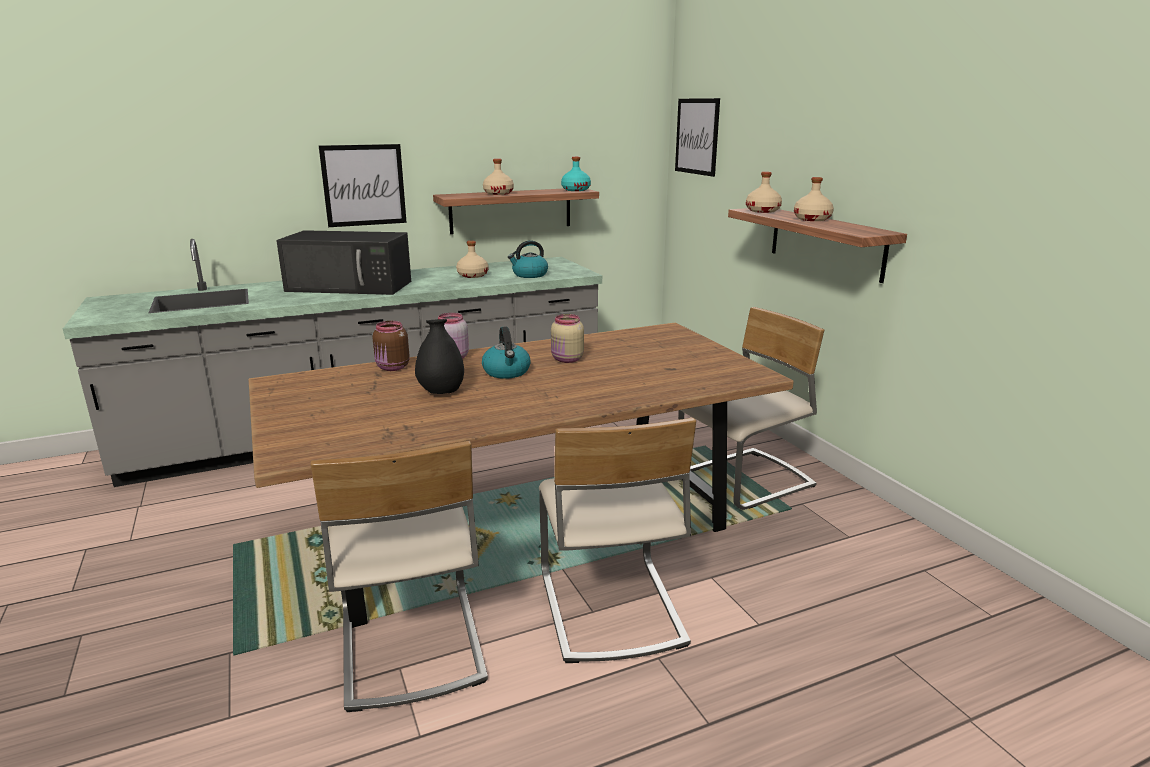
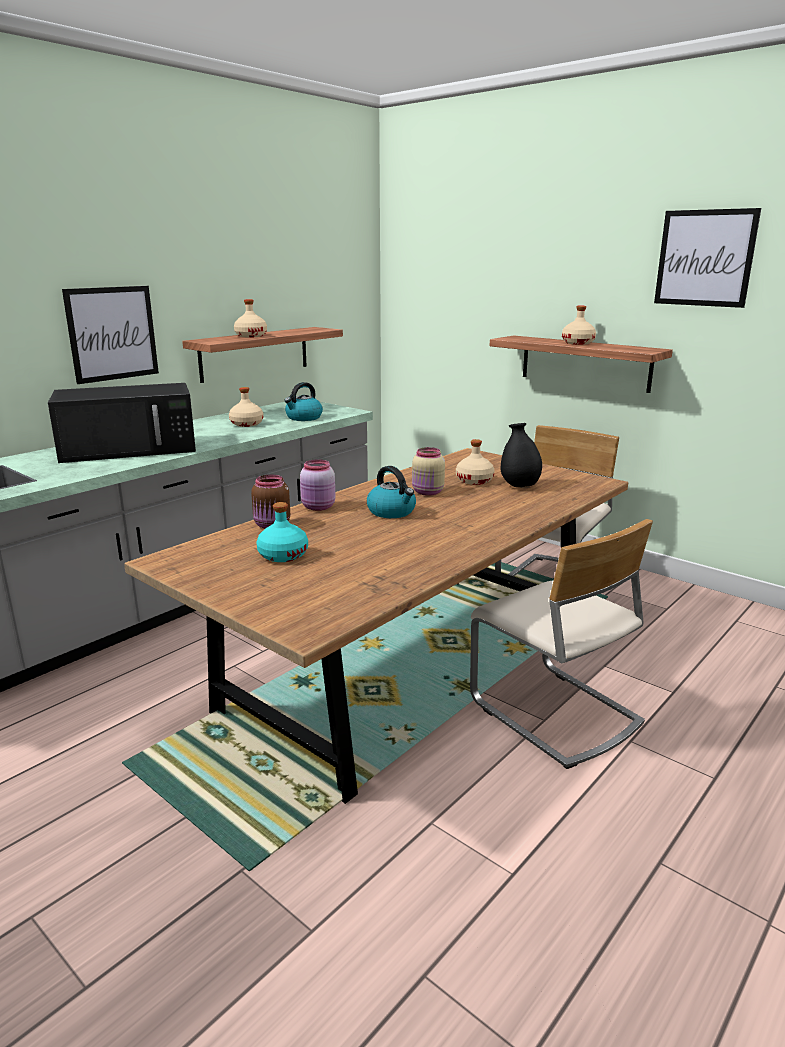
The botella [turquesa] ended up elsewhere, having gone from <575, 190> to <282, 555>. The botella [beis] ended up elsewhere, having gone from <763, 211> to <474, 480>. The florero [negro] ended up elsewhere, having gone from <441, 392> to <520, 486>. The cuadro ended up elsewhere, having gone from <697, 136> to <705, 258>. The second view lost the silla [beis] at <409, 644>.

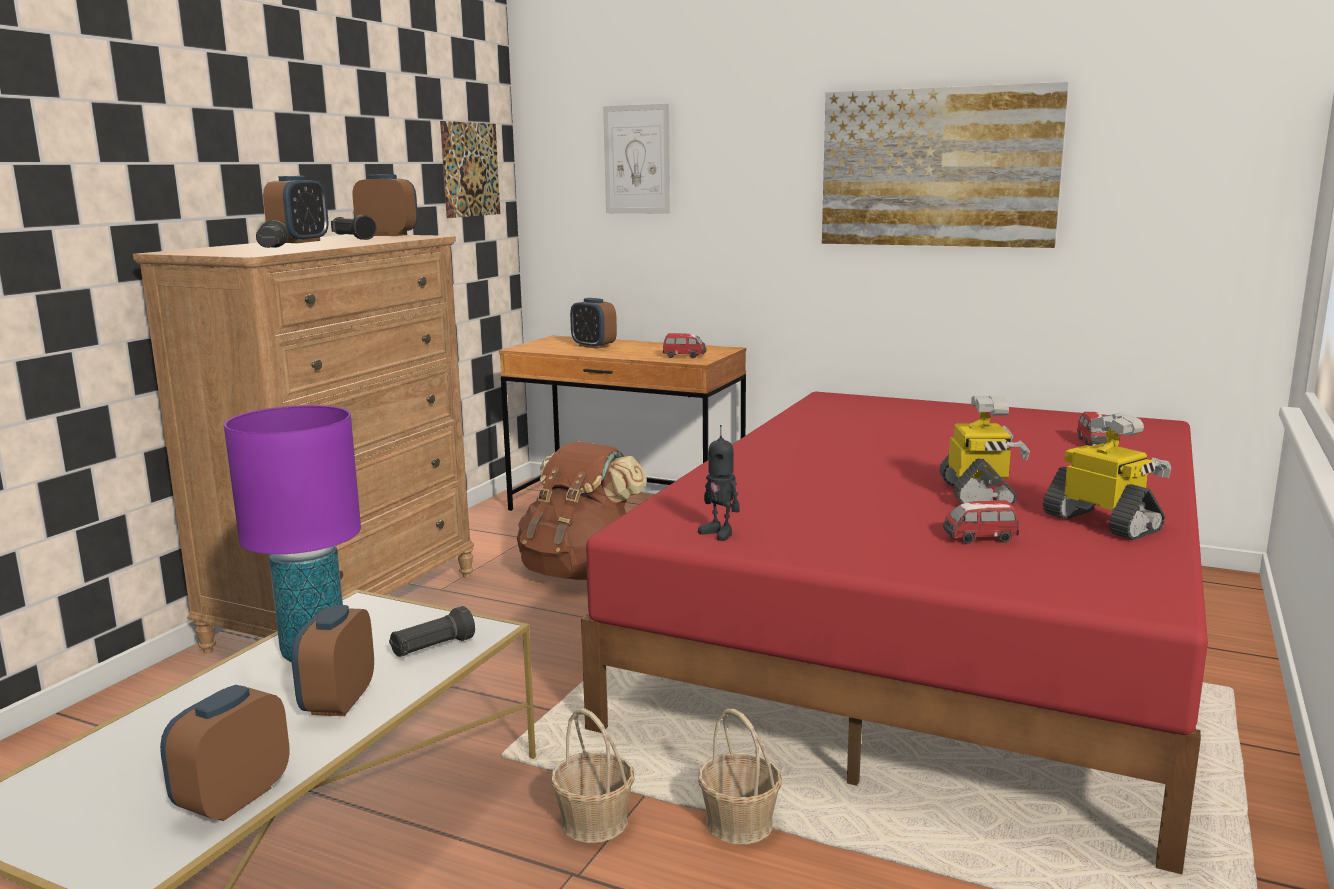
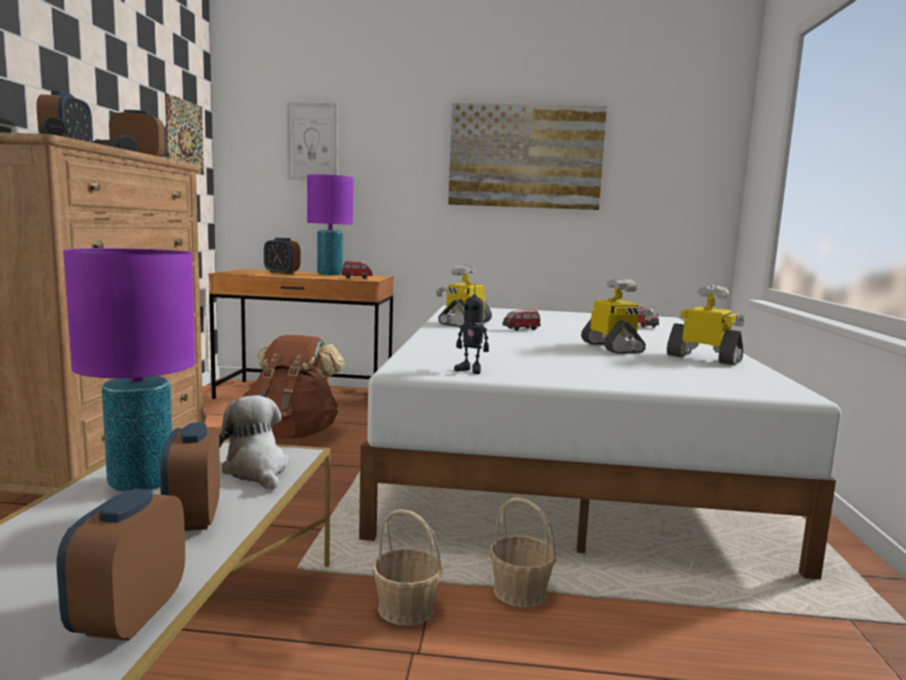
Where the linterna [negro] stood at <432, 648>, the peluche came to stand at <257, 470>. The second view gained the lámpara de mesa [morado] at <329, 274>. What was the cama [rojo] at <930, 635> turned into the cama [blanco] at <562, 455>. The second view gained the robot de juguete at <464, 323>. The coche de juguete ended up elsewhere, having gone from <979, 539> to <521, 329>.

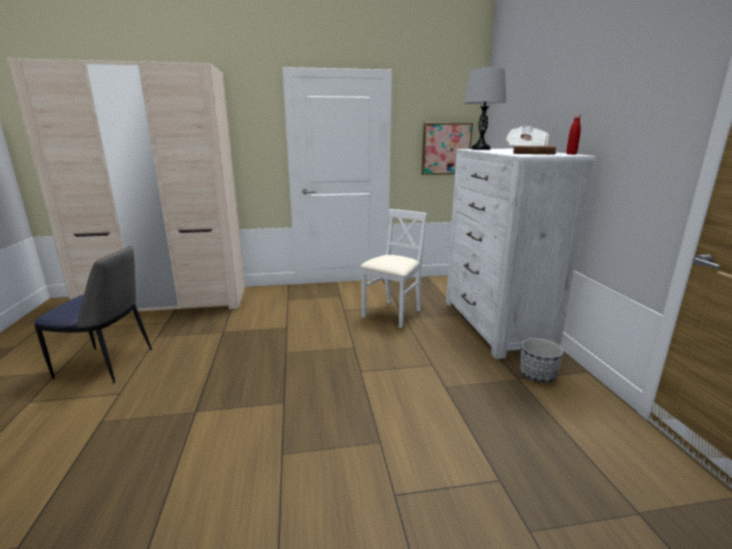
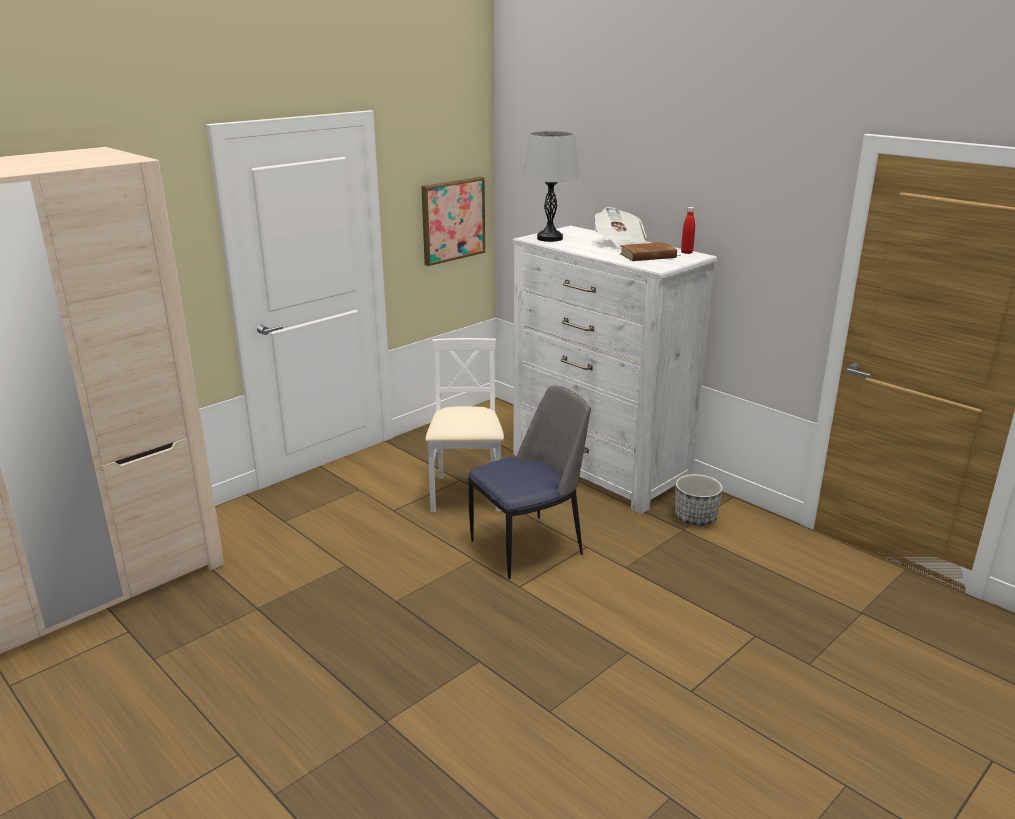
The silla ended up elsewhere, having gone from <107, 364> to <529, 546>.

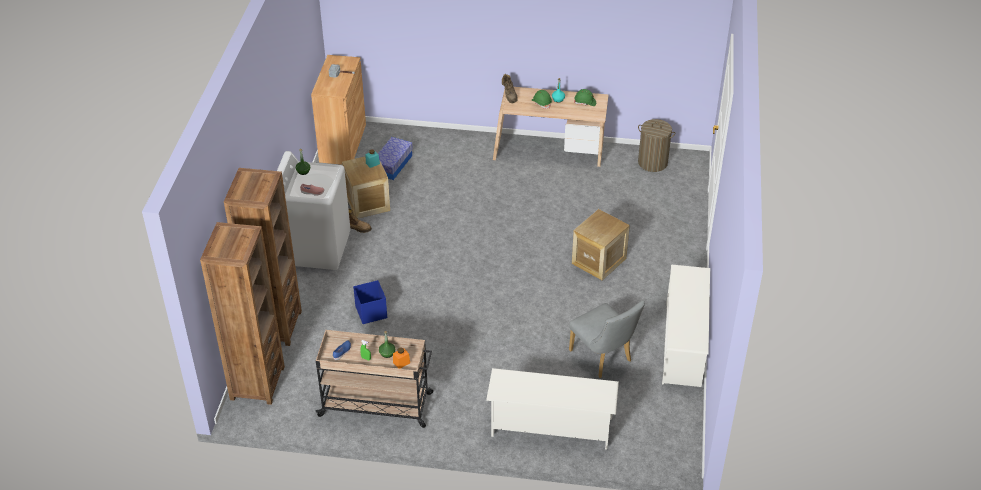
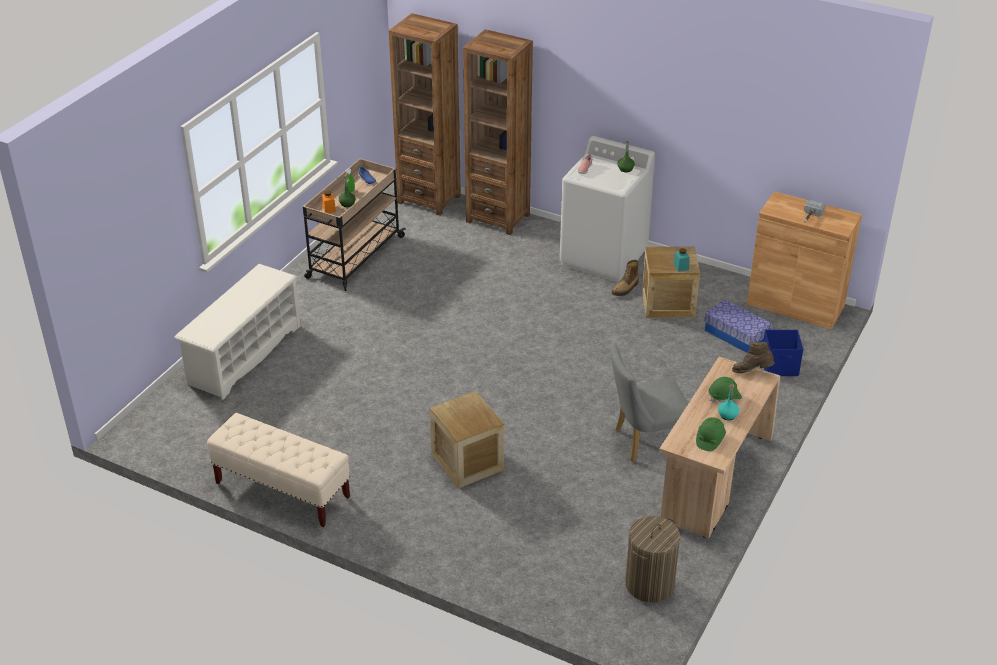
Where the zapatero [blanco] stood at <683, 344>, the banco [beis] came to stand at <282, 490>. The silla [gris] ended up elsewhere, having gone from <603, 358> to <645, 442>. The caja de almacenaje [azul] ended up elsewhere, having gone from <371, 312> to <780, 366>.

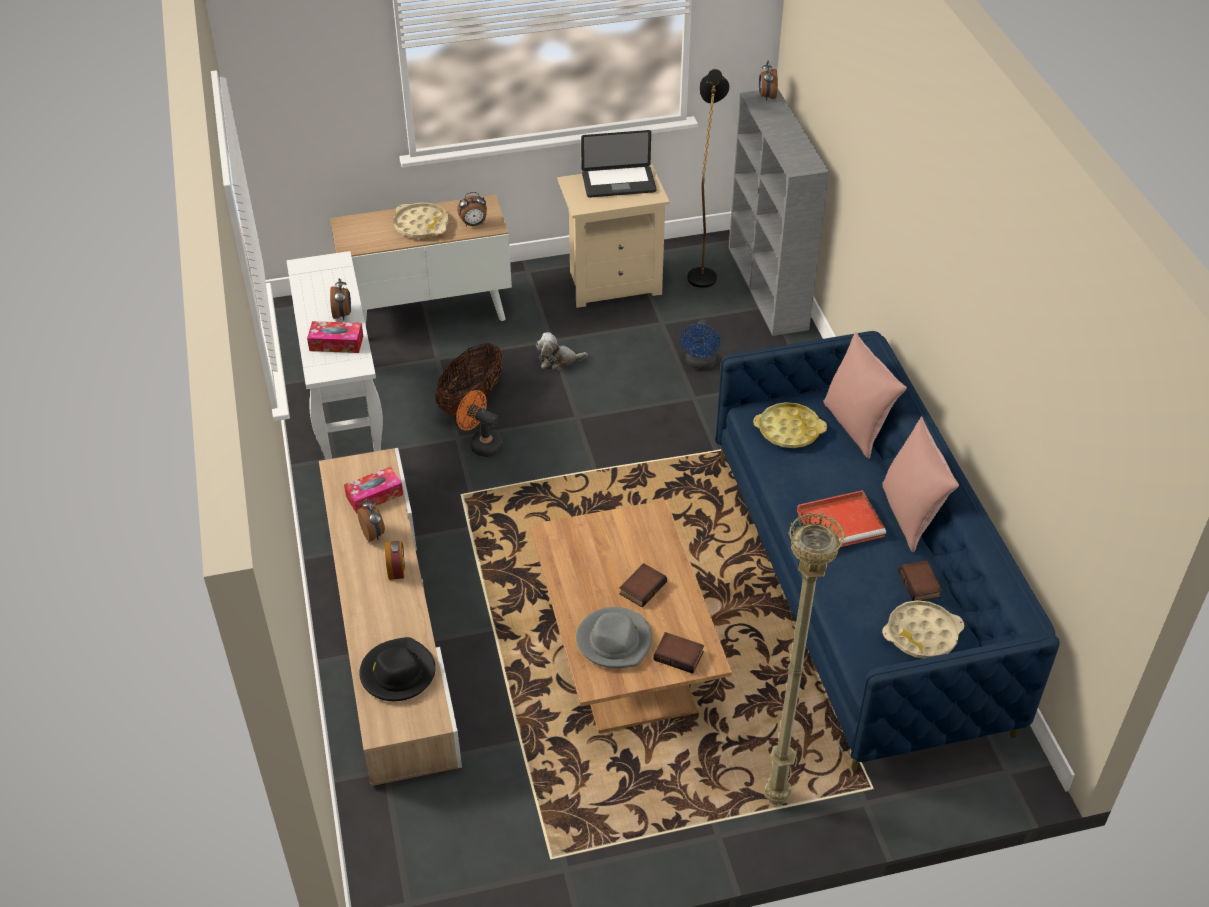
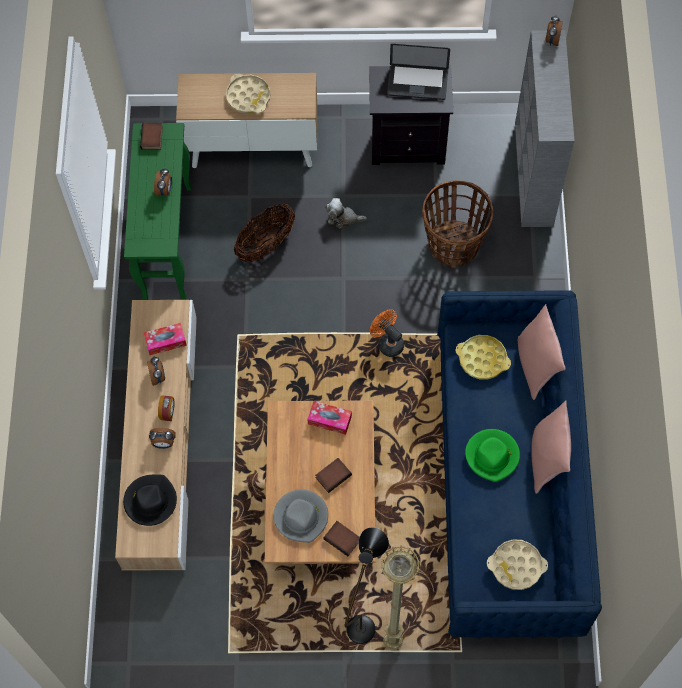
What was the mesa consola [blanco] at <345, 417> turned into the mesa consola [verde] at <167, 242>. The libro ended up elsewhere, having gone from <920, 585> to <152, 138>. The despertador ended up elsewhere, having gone from <473, 224> to <163, 443>. The caja de pañuelos ended up elsewhere, having gone from <336, 343> to <329, 420>. The lámpara de pie [negro] ended up elsewhere, having gone from <702, 271> to <364, 619>. What was the mesita de noche [beis] at <613, 282> turned into the mesita de noche [negro] at <408, 143>. The ventilador [naranja] ended up elsewhere, having gone from <481, 444> to <387, 342>. Where the ventilador [azul] stood at <700, 364>, the cesta came to stand at <454, 245>. Where the bandeja [rojo] stood at <841, 523>, the sombrero [verde] came to stand at <492, 455>.

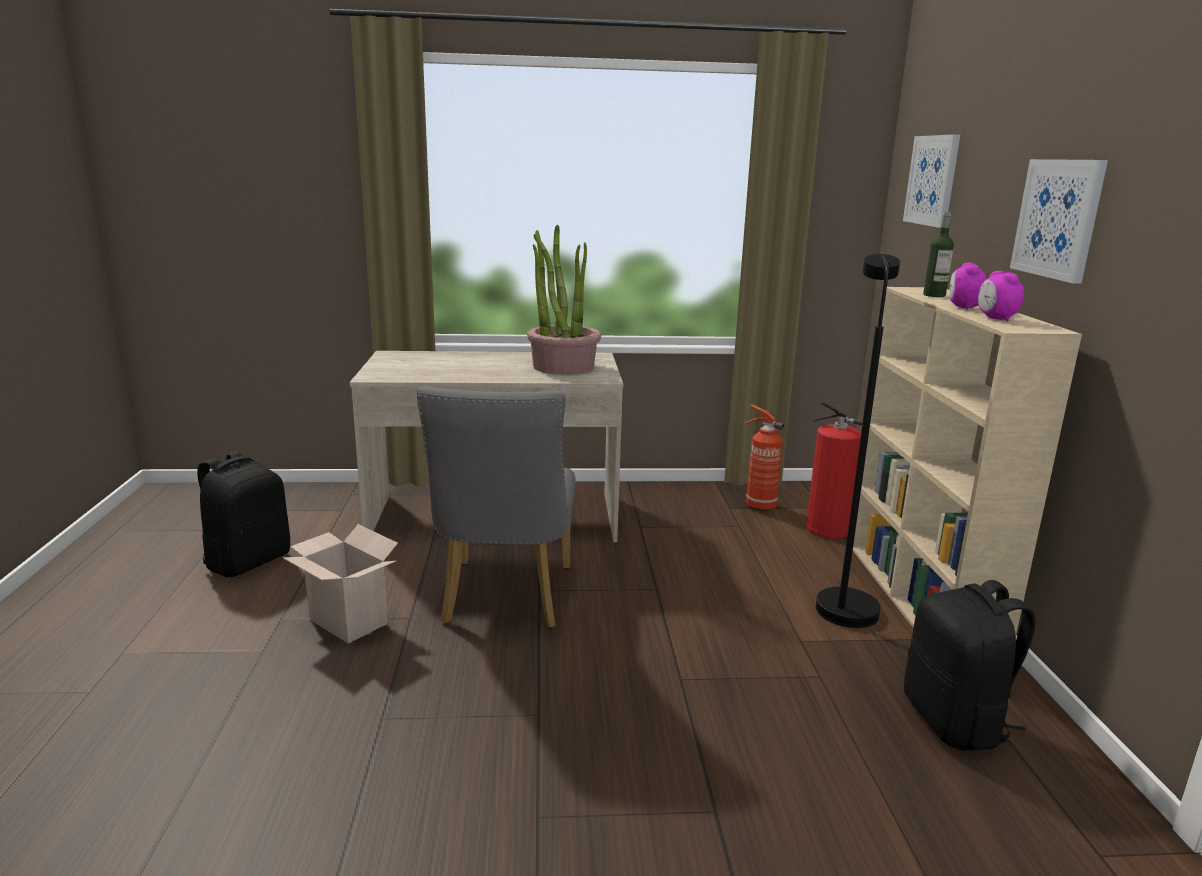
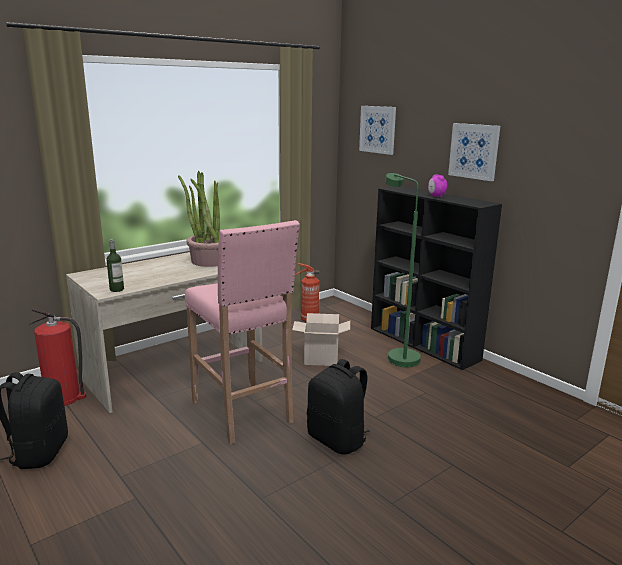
The extintor ended up elsewhere, having gone from <829, 529> to <64, 398>. The botella ended up elsewhere, having gone from <934, 295> to <117, 289>. Where the silla [gris] stood at <505, 600>, the taburete [rosa] came to stand at <243, 413>. The caja de cartón ended up elsewhere, having gone from <345, 621> to <320, 360>. The mochila [negro] ended up elsewhere, having gone from <956, 722> to <338, 440>. What was the estantería [beis] at <920, 599> turned into the estantería [negro] at <424, 344>. What was the lámpara de pie [negro] at <844, 602> turned into the lámpara de pie [verde] at <398, 356>. The second view lost the despertador at <995, 318>.

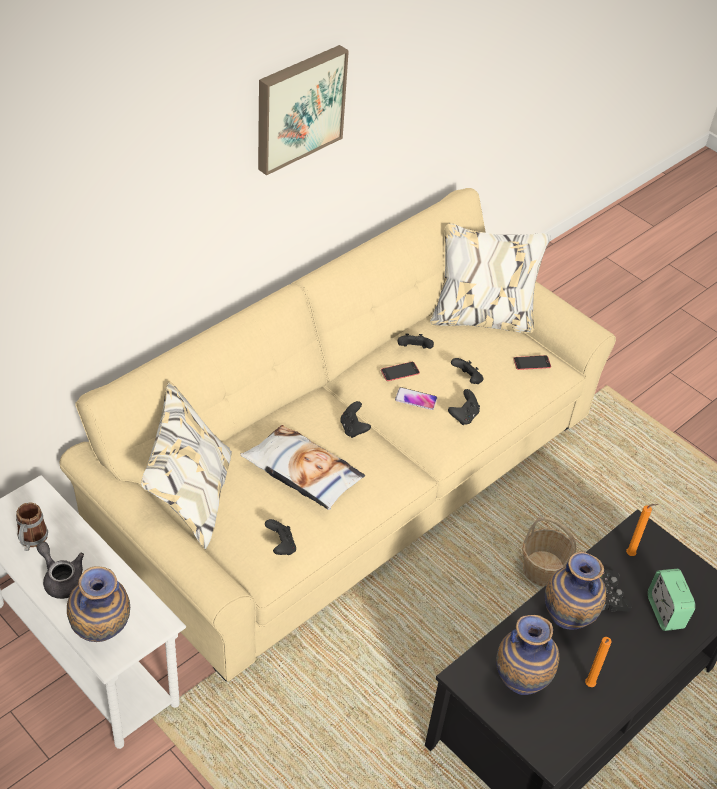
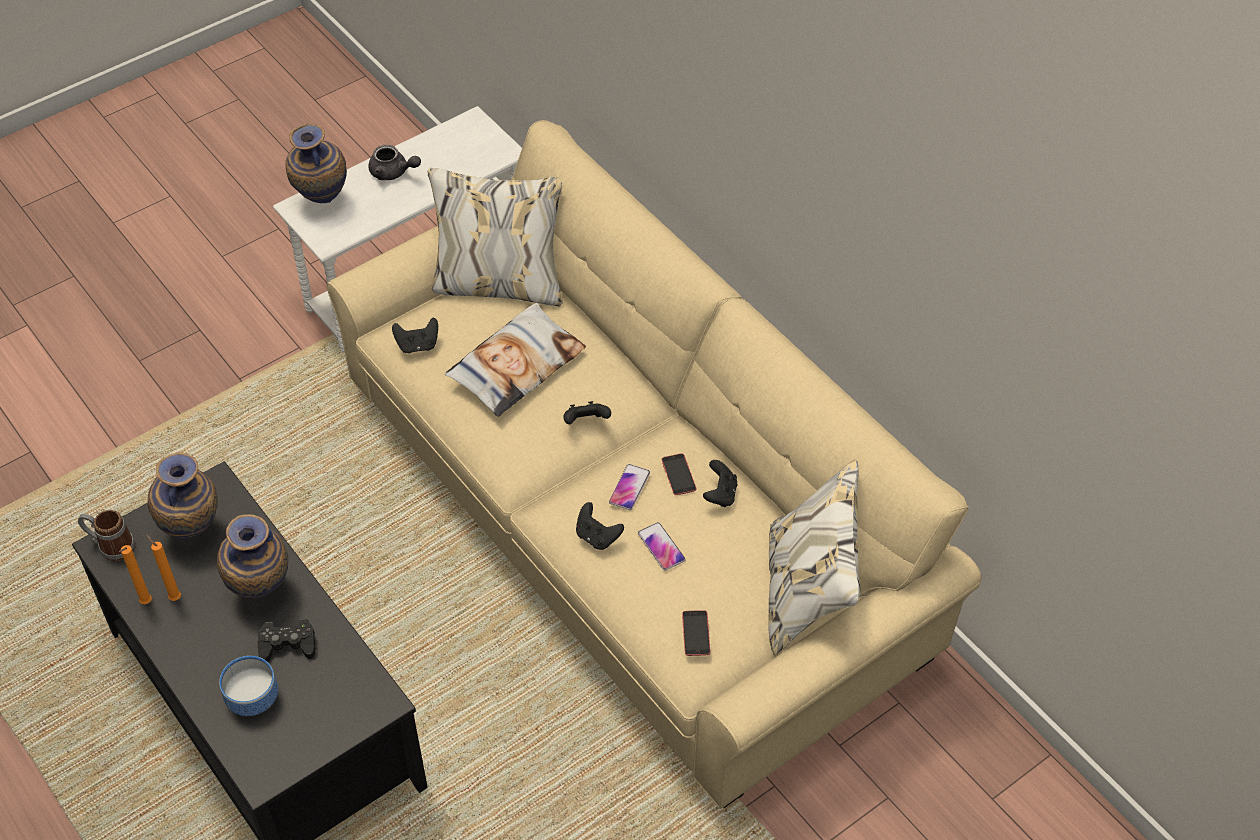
The taza grande ended up elsewhere, having gone from <31, 541> to <110, 546>. The vela [naranja] ended up elsewhere, having gone from <632, 555> to <145, 603>. Where the despertador stood at <665, 612>, the cuenco came to stand at <251, 700>. The tetera [gris] at <61, 579> ended up facing another way, 60 degrees clockwise from before. Where the mando de consola [negro] stood at <467, 379>, the móvil came to stand at <661, 547>. The second view lost the cuadro at <298, 107>. The second view lost the cesta at <543, 569>.

